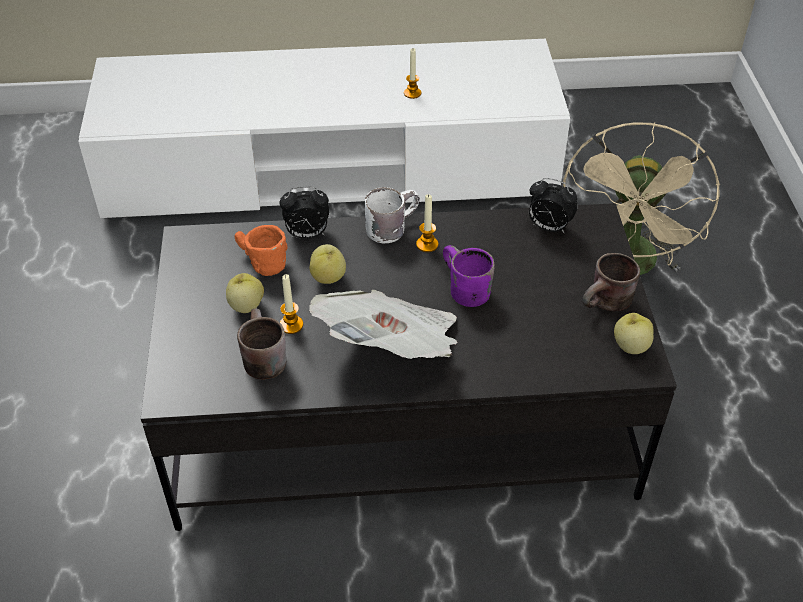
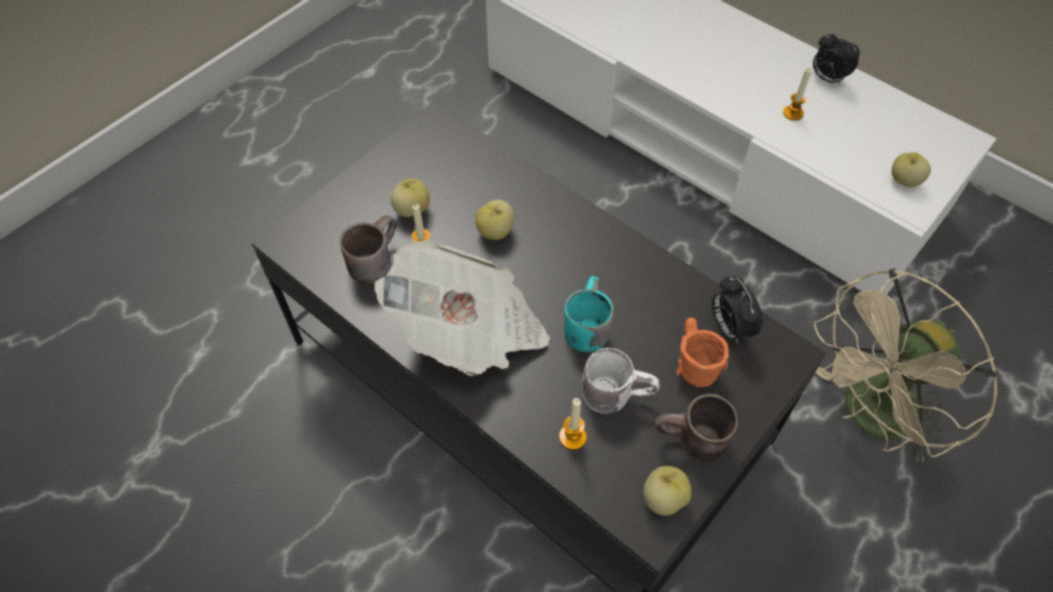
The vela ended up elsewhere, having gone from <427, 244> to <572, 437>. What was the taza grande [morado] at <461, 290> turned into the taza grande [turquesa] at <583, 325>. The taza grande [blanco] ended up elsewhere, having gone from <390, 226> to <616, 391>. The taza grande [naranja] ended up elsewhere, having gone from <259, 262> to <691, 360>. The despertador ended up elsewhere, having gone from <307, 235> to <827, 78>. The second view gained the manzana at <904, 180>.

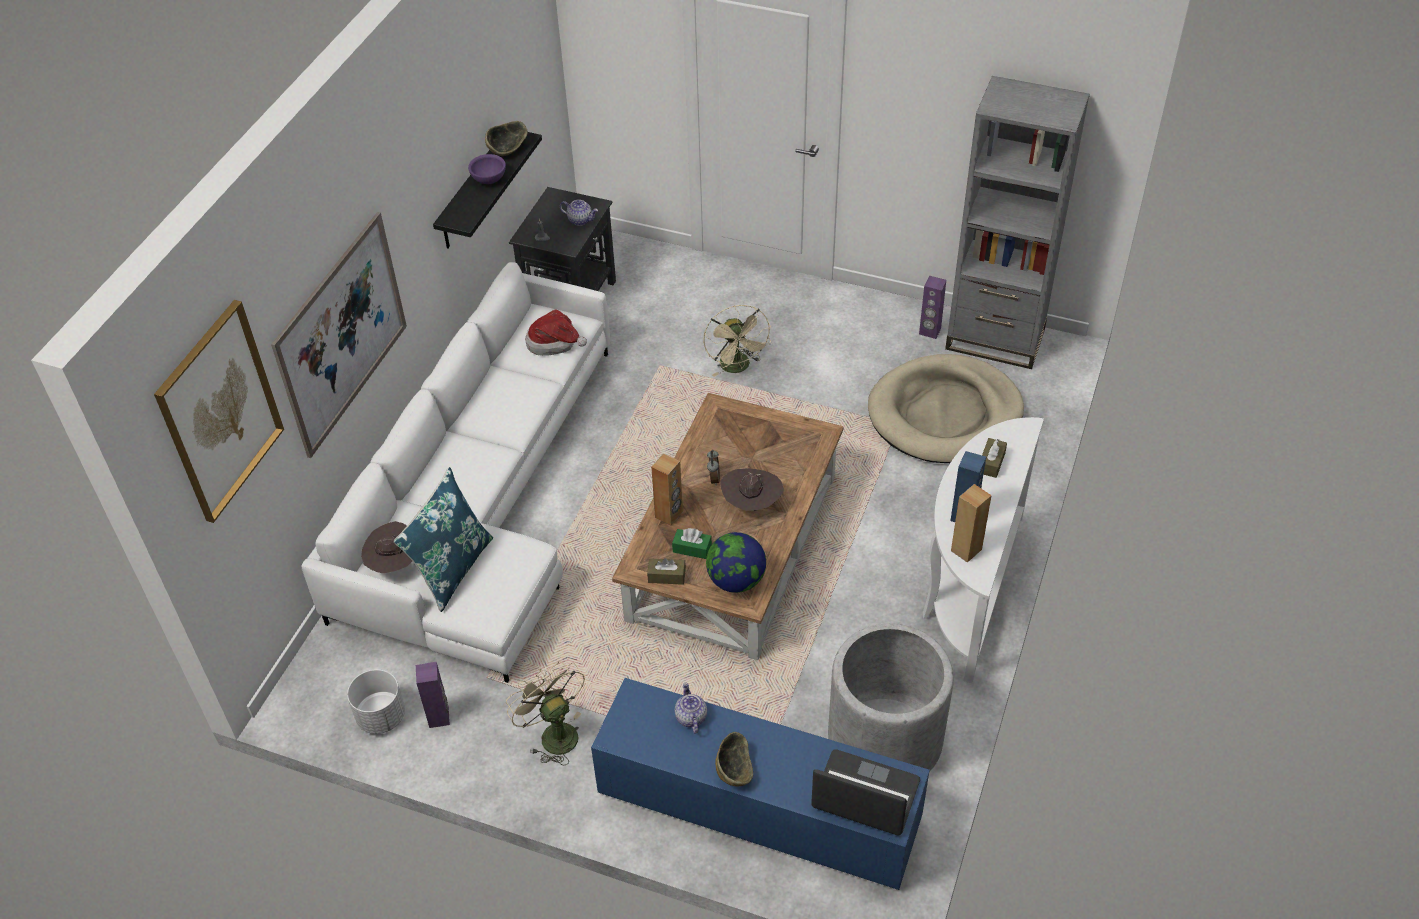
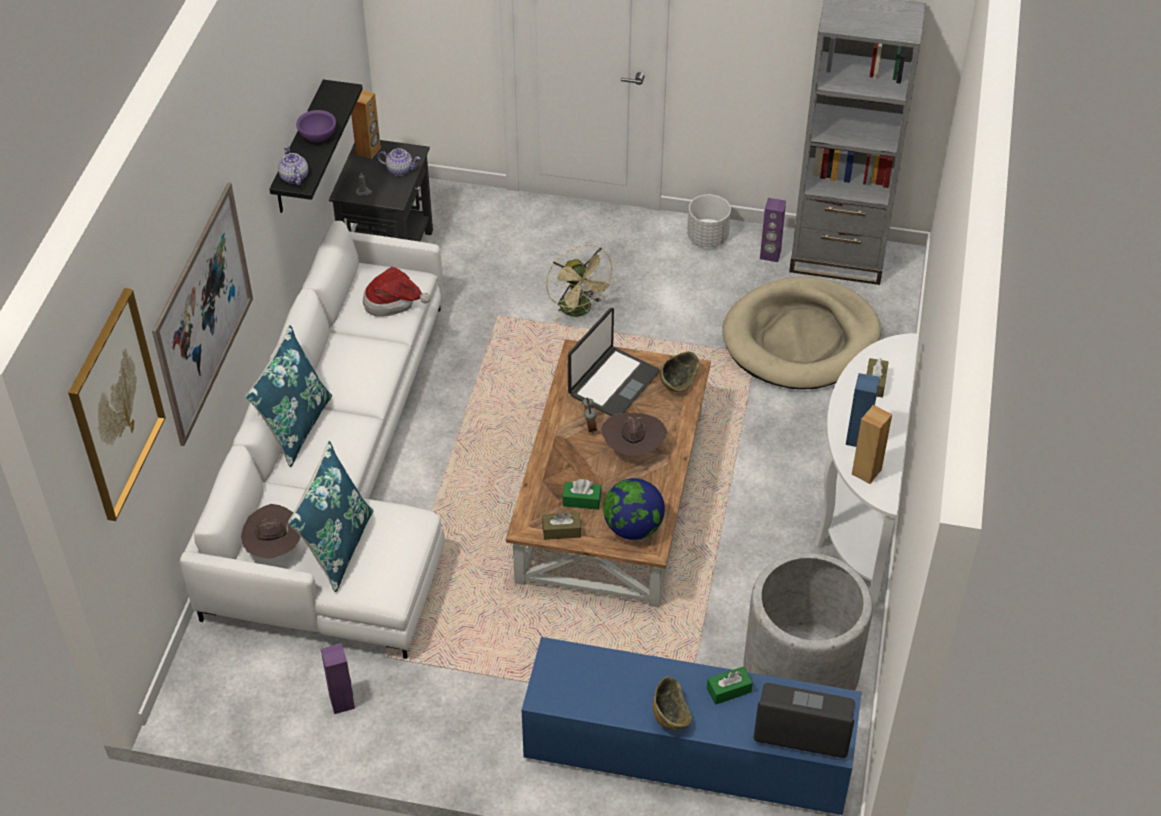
The second view gained the cojín [azul] at <295, 426>. The tetera ended up elsewhere, having gone from <690, 717> to <293, 177>. The altavoz [marrón] ended up elsewhere, having gone from <669, 514> to <368, 151>. The second view gained the portátil at <612, 383>. The cuenco ended up elsewhere, having gone from <507, 151> to <678, 383>. The maceta [blanco] ended up elsewhere, having gone from <381, 716> to <708, 237>. The second view gained the caja de pañuelos [verde] at <729, 690>. The second view lost the ventilador [beis] at <553, 733>.

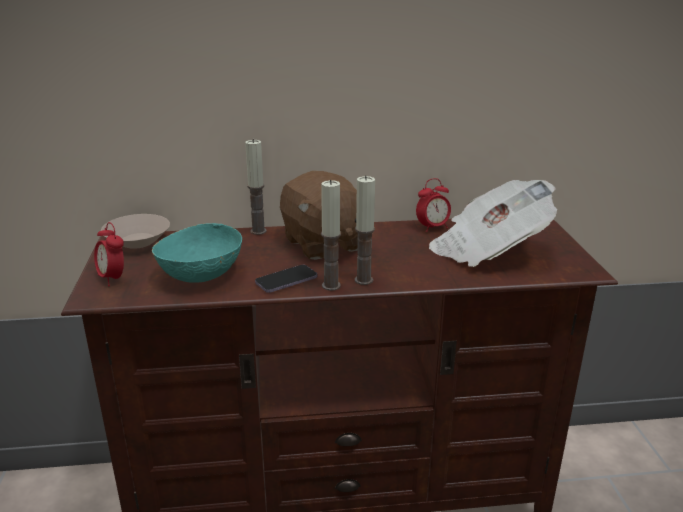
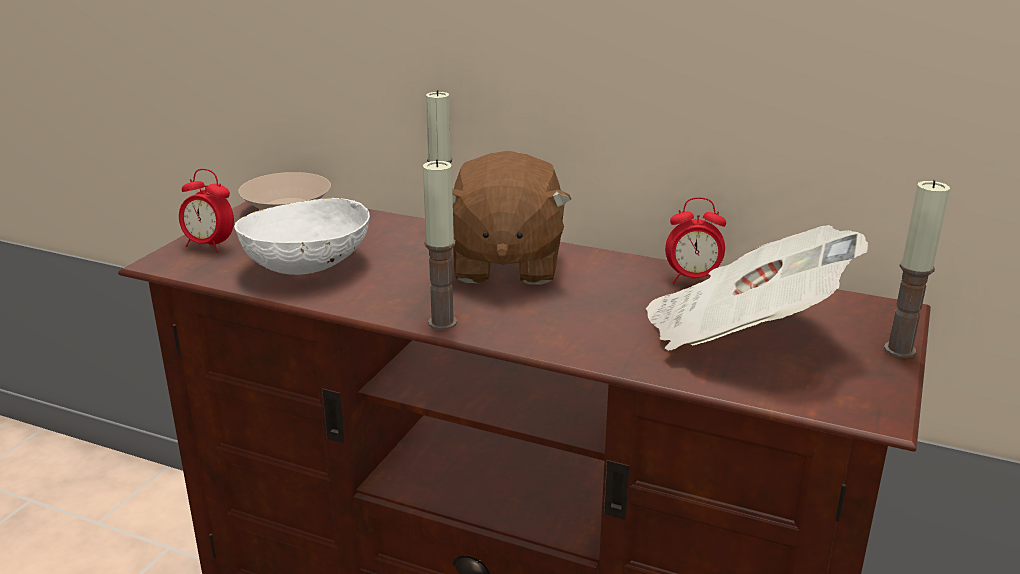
The despertador at <113, 278> ended up facing another way, 60 degrees counterclockwise from before. What was the cuenco [turquesa] at <201, 274> turned into the cuenco [blanco] at <307, 265>. The vela ended up elsewhere, having gone from <363, 280> to <899, 350>. The second view lost the móvil at <286, 281>.

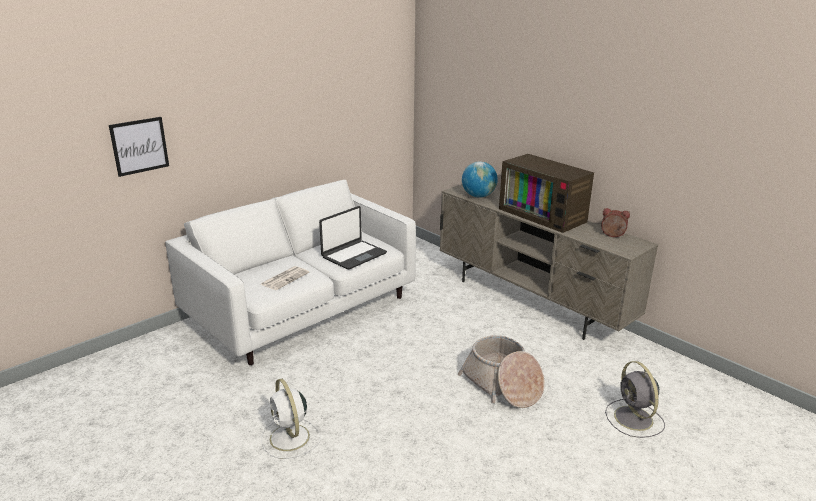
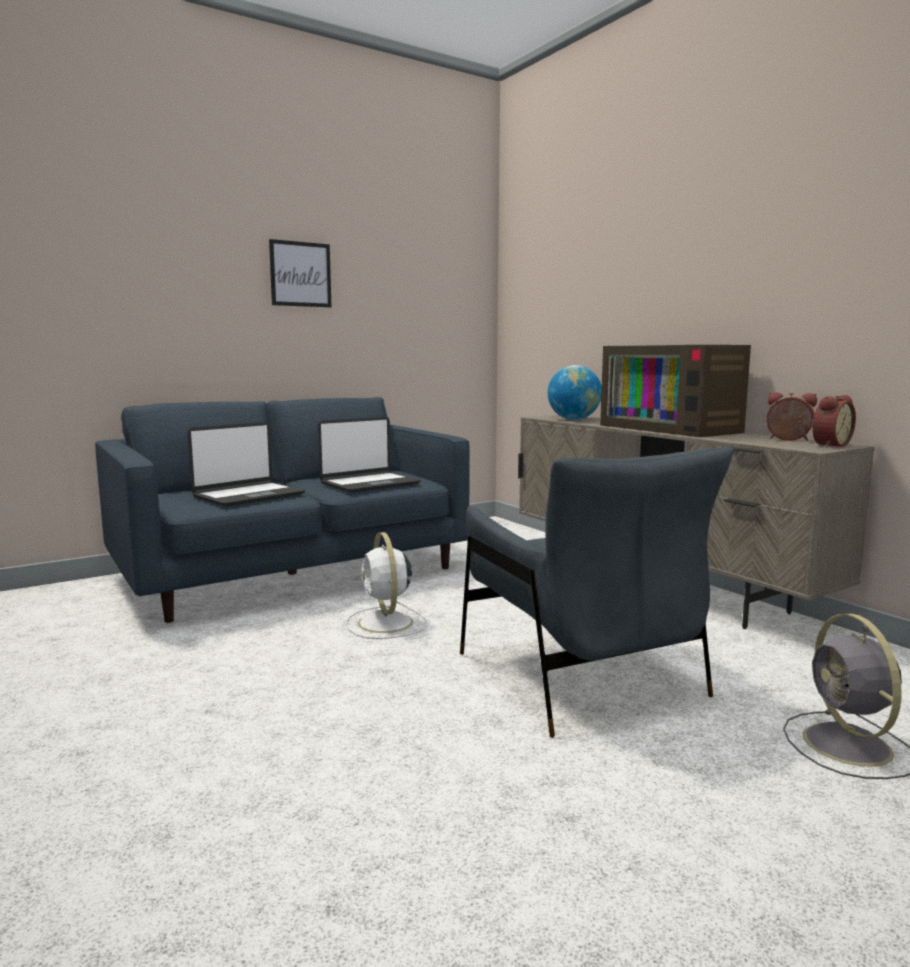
What was the sofá [blanco] at <302, 311> turned into the sofá [azul] at <292, 574>. Where the periódico stood at <285, 278>, the portátil came to stand at <248, 495>. The cuadro ended up elsewhere, having gone from <139, 146> to <300, 274>. The ventilador [blanco] ended up elsewhere, having gone from <290, 438> to <386, 624>. Where the cesta stood at <502, 385>, the sillón [gris] came to stand at <579, 675>. The second view gained the despertador at <828, 445>.

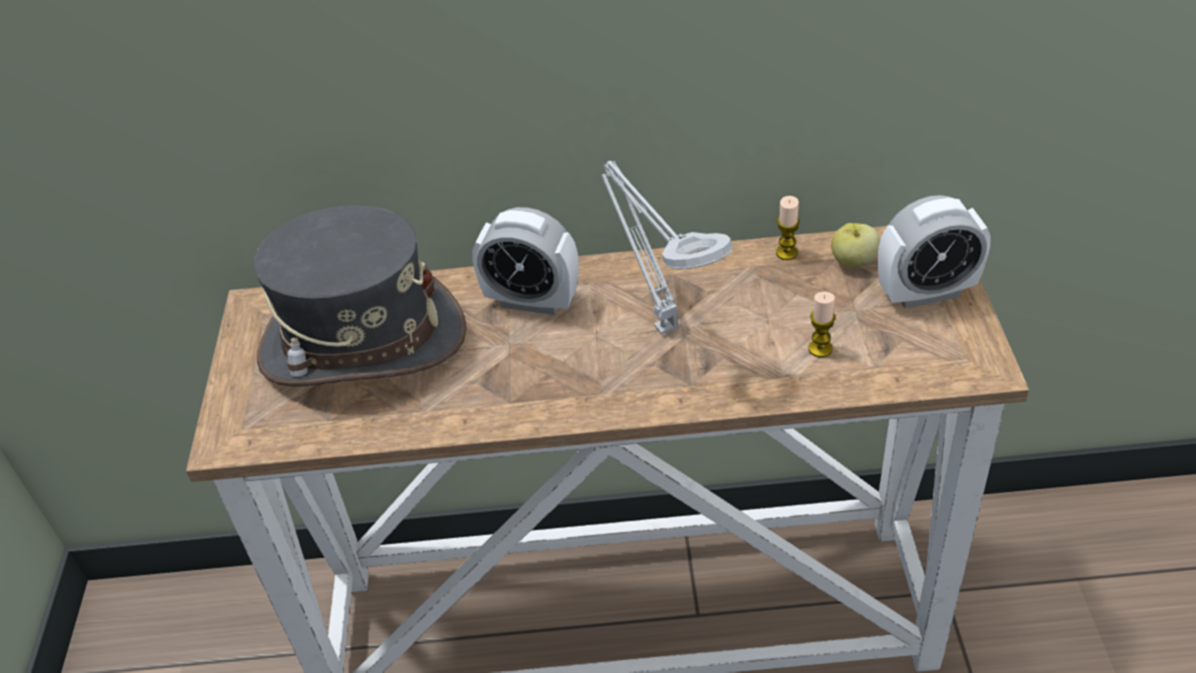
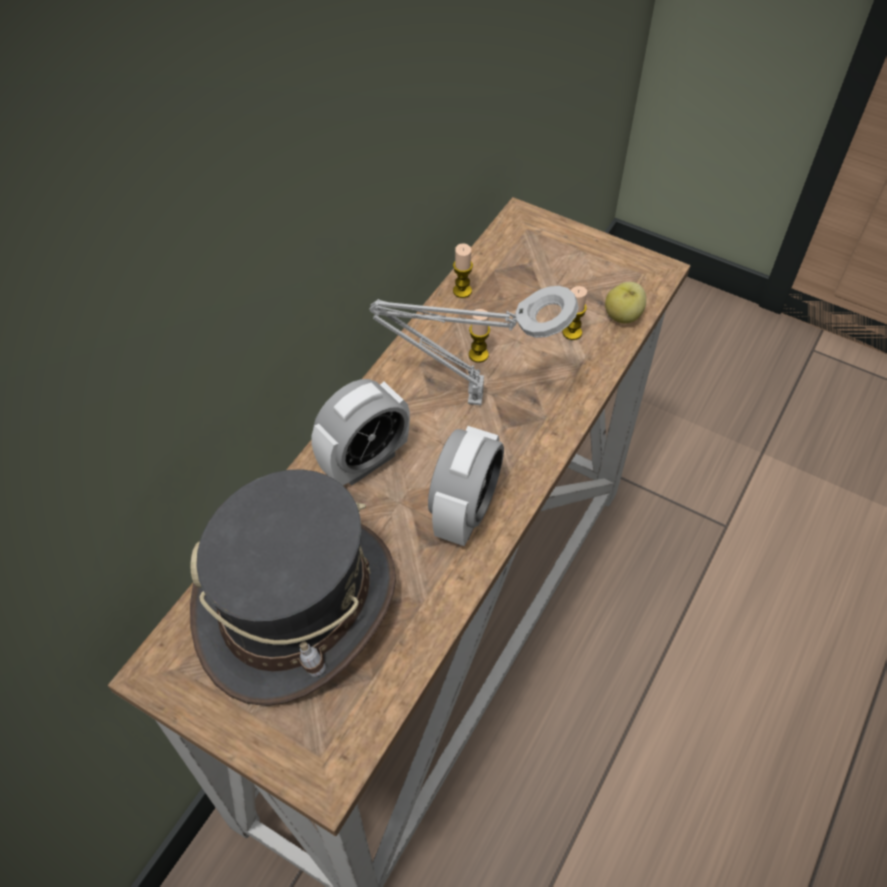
The despertador ended up elsewhere, having gone from <926, 293> to <465, 512>. The second view gained the vela at <478, 355>. The manzana ended up elsewhere, having gone from <853, 262> to <623, 316>.

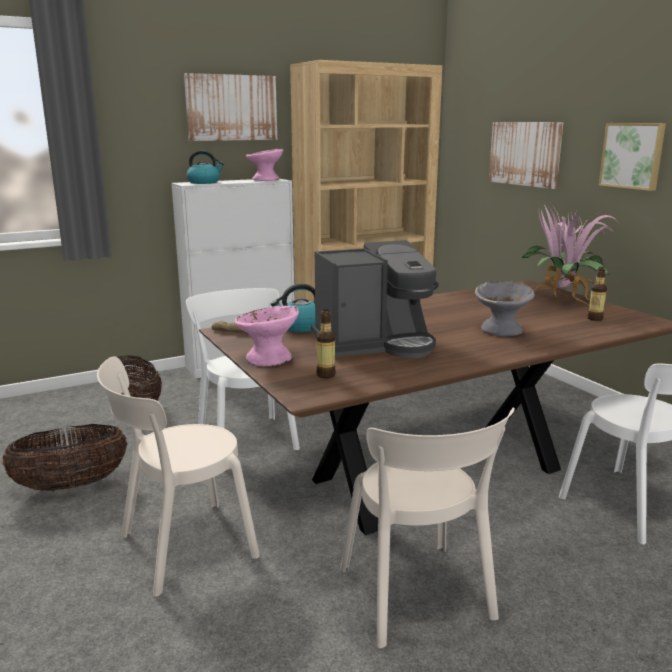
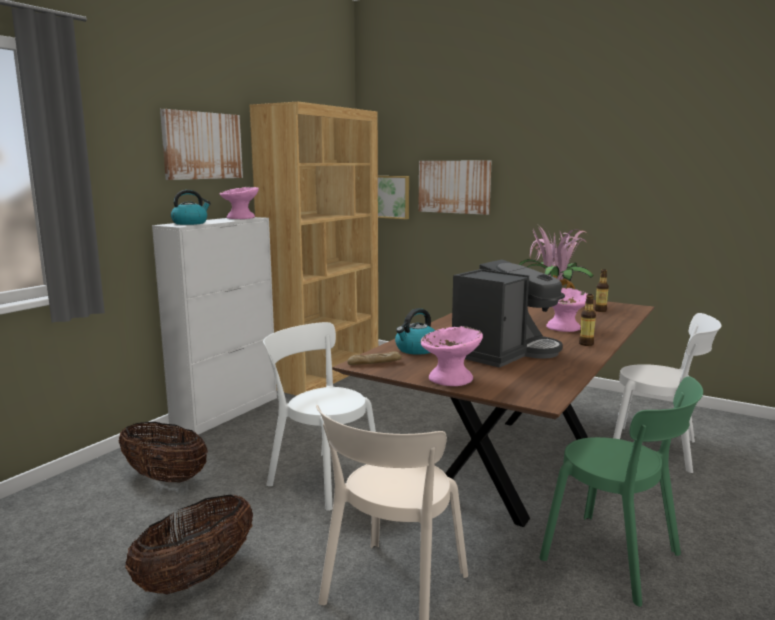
The cuadro ended up elsewhere, having gone from <633, 155> to <391, 197>. What was the silla [beis] at <418, 598> turned into the silla [verde] at <617, 559>. What was the cuenco [gris] at <501, 330> turned into the cuenco [rosa] at <563, 327>. The botella ended up elsewhere, having gone from <325, 375> to <586, 344>.

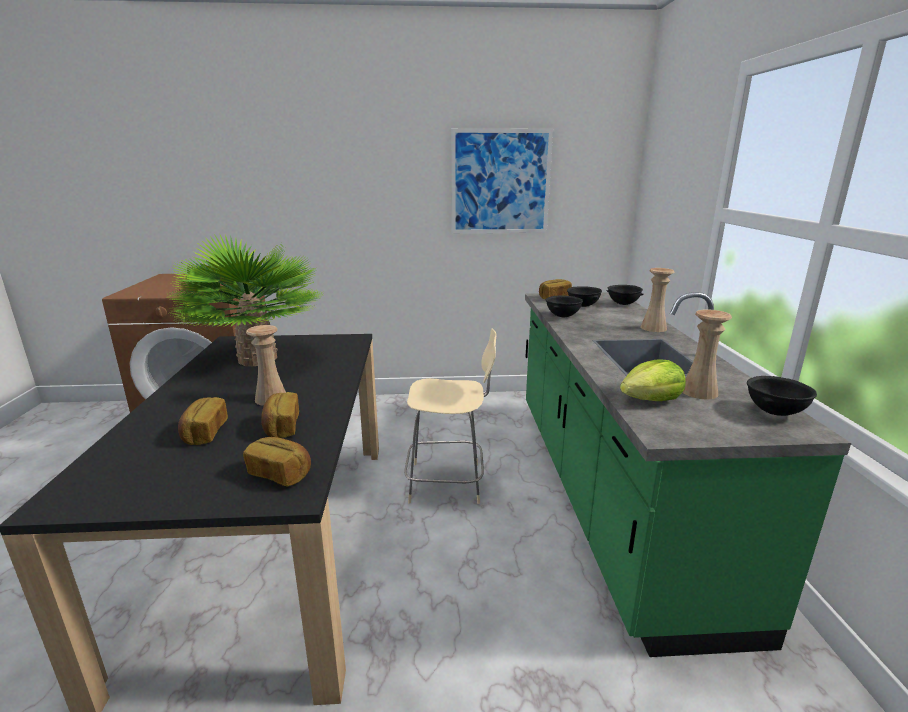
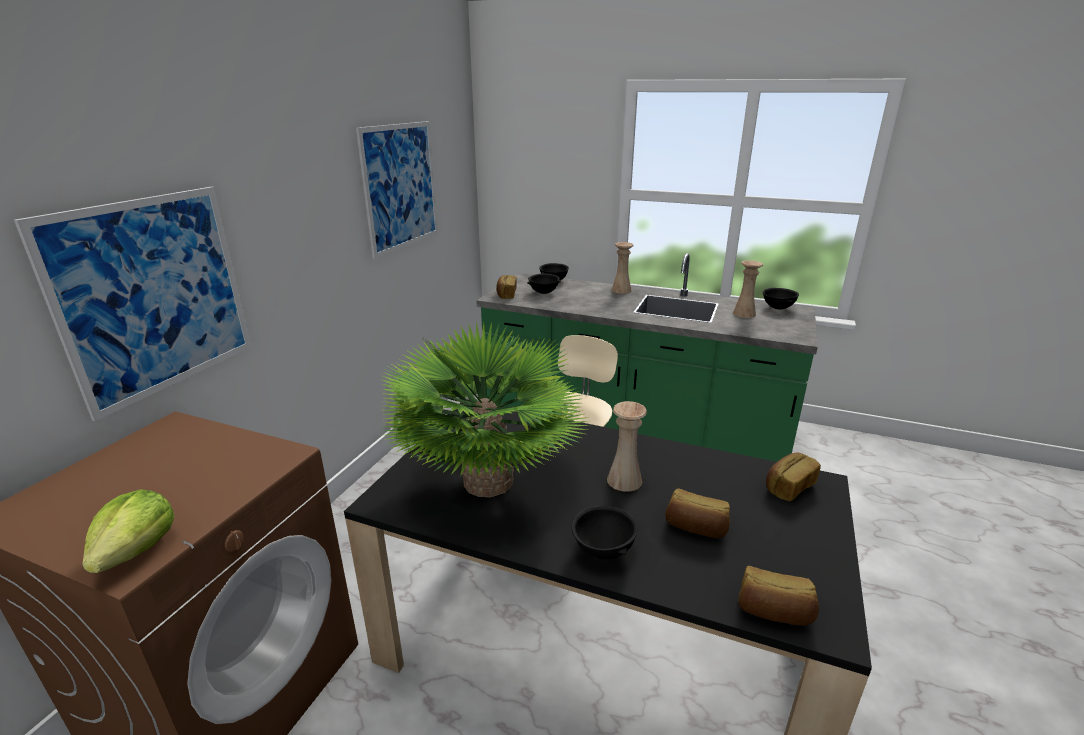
The second view gained the cuadro at <155, 296>. The lechuga ended up elsewhere, having gone from <651, 400> to <137, 550>. The cuenco [negro] ended up elsewhere, having gone from <562, 316> to <602, 551>. The pan ended up elsewhere, having gone from <281, 427> to <773, 612>.

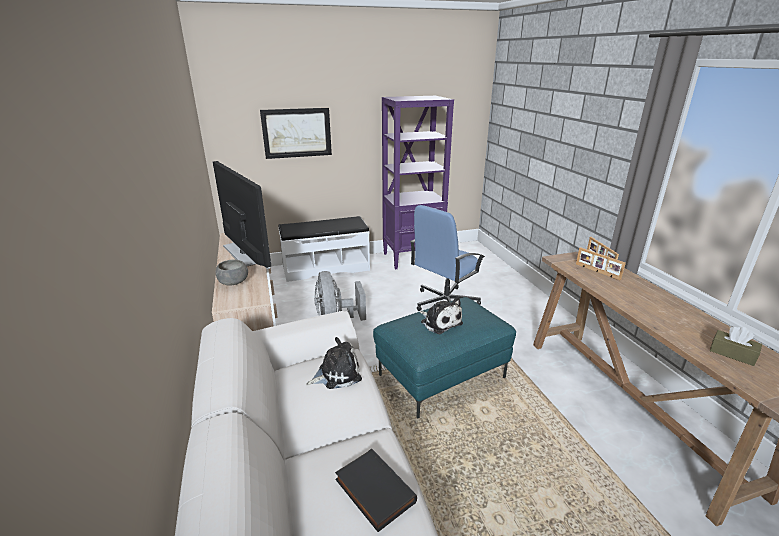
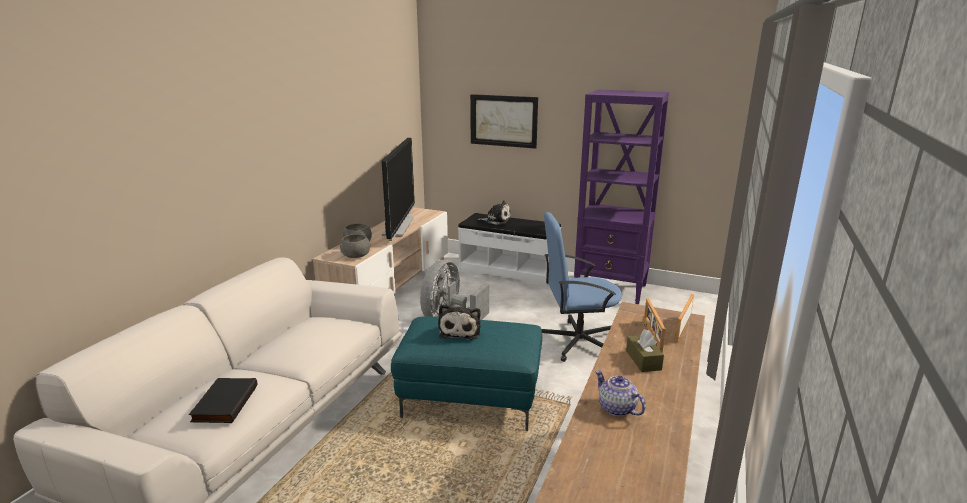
The second view gained the cuenco [gris] at <355, 256>. The peluche ended up elsewhere, having gone from <336, 374> to <496, 220>. The second view gained the tetera at <617, 408>. The caja de pañuelos [marrón] ended up elsewhere, having gone from <732, 354> to <643, 360>.

